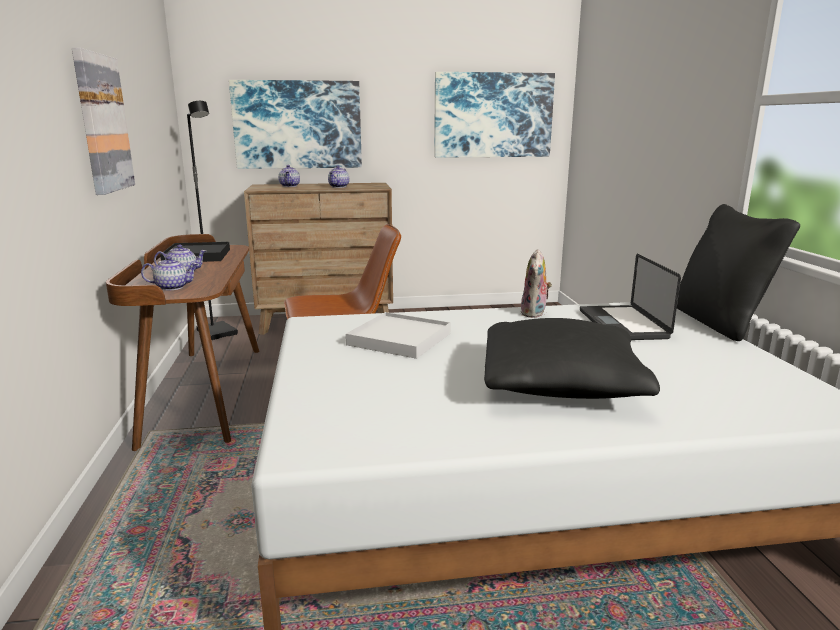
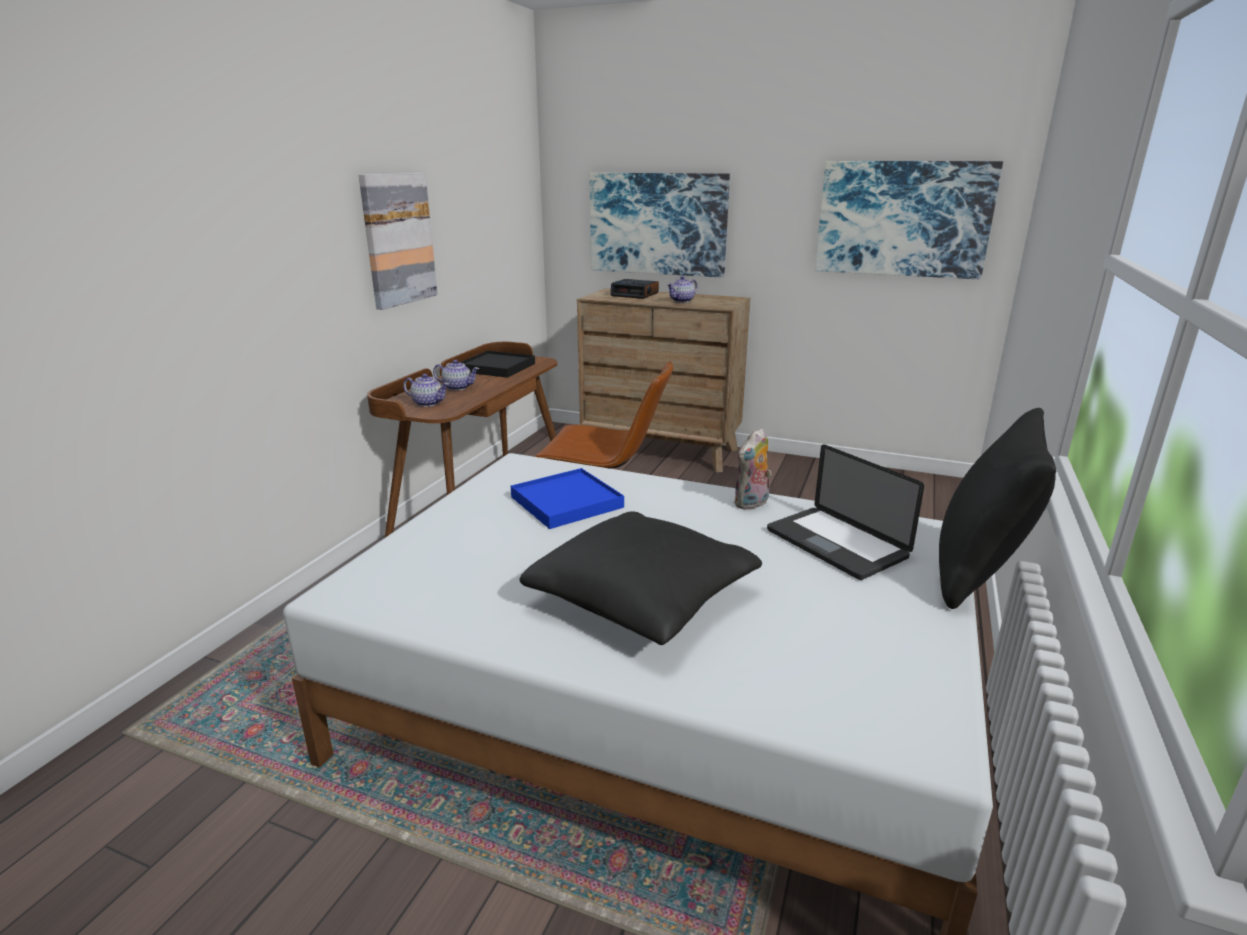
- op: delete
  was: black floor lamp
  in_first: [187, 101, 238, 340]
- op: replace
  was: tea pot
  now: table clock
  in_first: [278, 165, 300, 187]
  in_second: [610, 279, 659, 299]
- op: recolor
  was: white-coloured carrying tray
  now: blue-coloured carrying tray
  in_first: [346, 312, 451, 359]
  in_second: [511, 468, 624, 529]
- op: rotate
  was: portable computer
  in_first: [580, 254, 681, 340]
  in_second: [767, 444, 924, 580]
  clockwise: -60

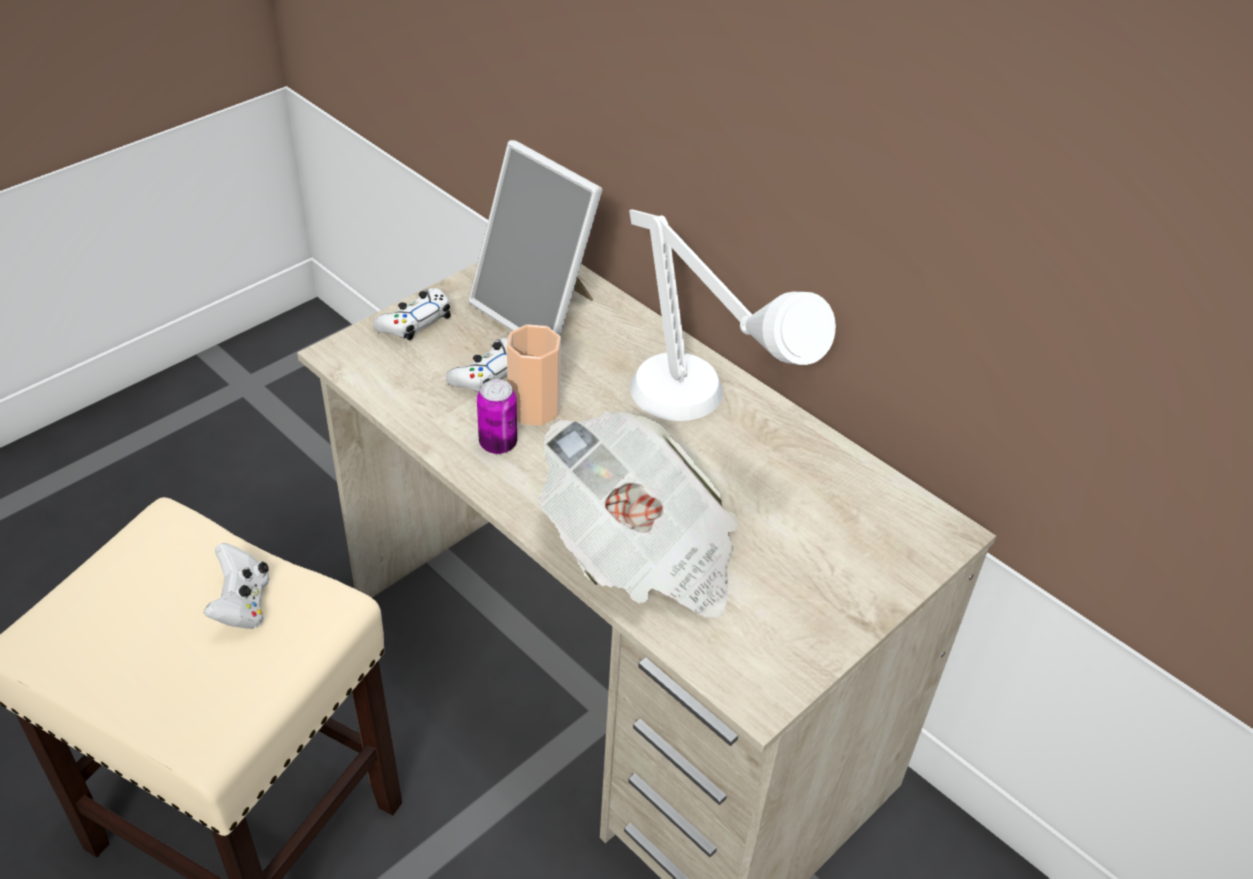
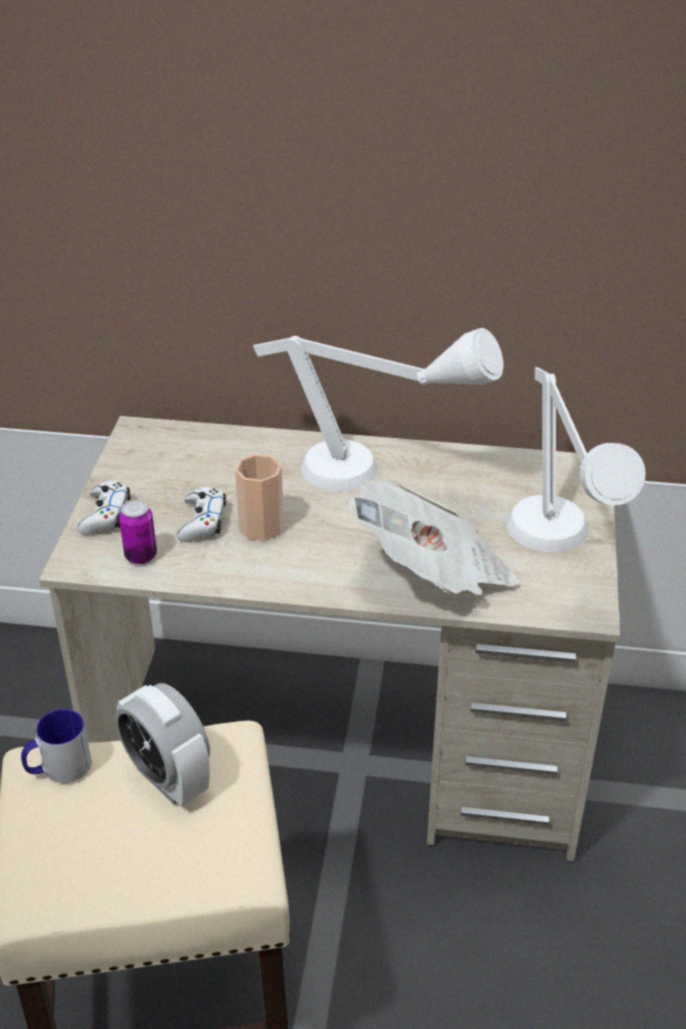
- op: replace
  was: white-coloured gamepad
  now: table clock
  in_first: [204, 543, 269, 629]
  in_second: [115, 683, 210, 806]
- op: delete
  was: picture frame
  in_first: [468, 140, 603, 336]
- op: move
  was: sealed can
  in_first: [477, 379, 517, 454]
  in_second: [119, 500, 157, 564]
- op: insert
  now: mug
  in_second: [21, 709, 91, 783]
- op: insert
  now: white-coloured lamp for a table
  in_second: [506, 367, 646, 552]

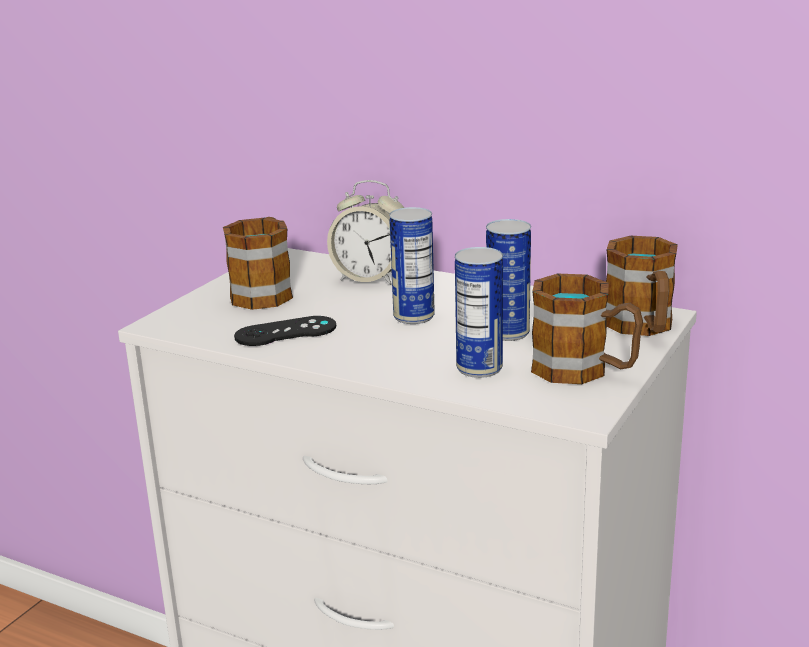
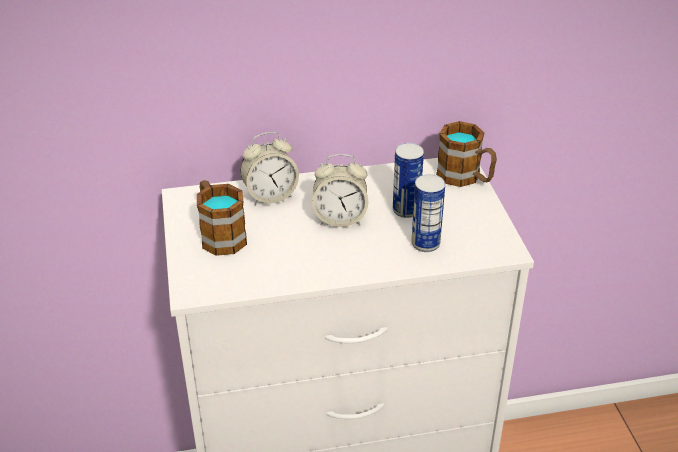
- op: delete
  was: black gamepad
  in_first: [234, 316, 336, 346]
- op: replace
  was: sealed can
  now: table clock
  in_first: [389, 207, 435, 324]
  in_second: [312, 154, 368, 227]
- op: delete
  was: mug
  in_first: [531, 274, 643, 384]

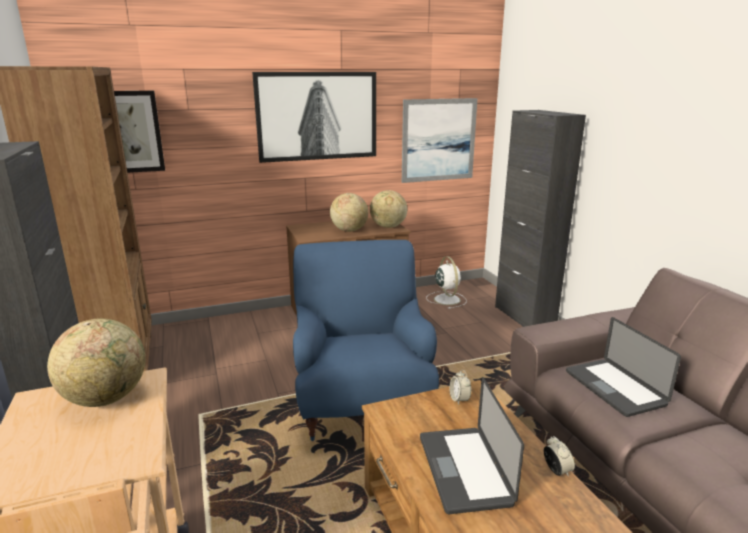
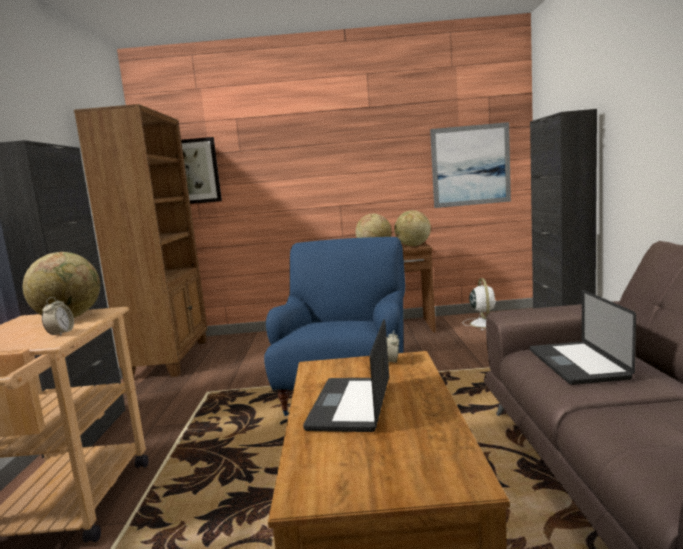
- op: delete
  was: picture
  in_first: [252, 72, 376, 163]
- op: move
  was: table clock
  in_first: [544, 436, 575, 477]
  in_second: [42, 297, 74, 336]

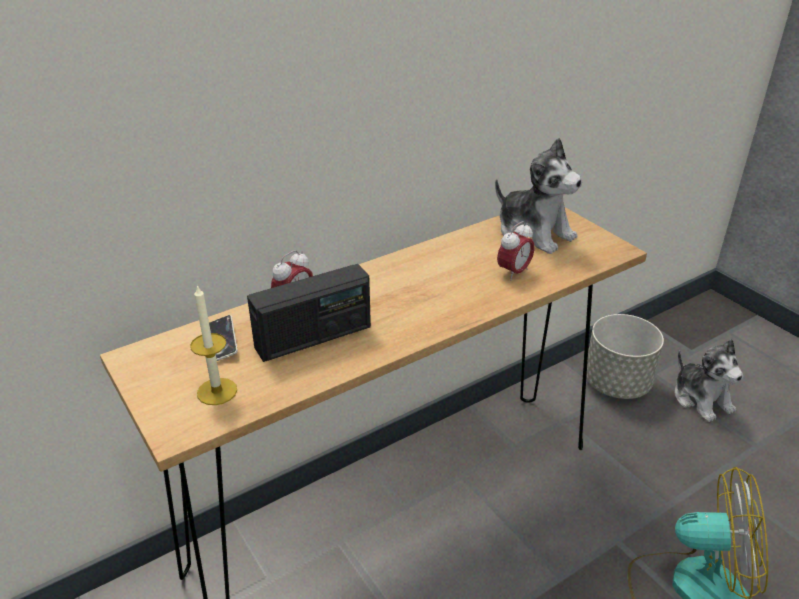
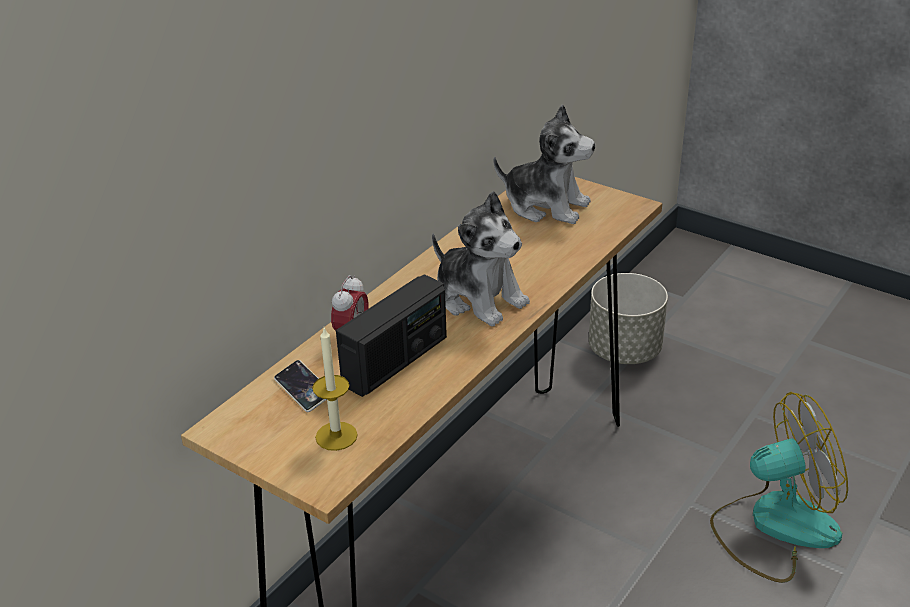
- op: delete
  was: table clock
  in_first: [497, 221, 534, 281]
- op: move
  was: cuddly toy
  in_first: [674, 339, 743, 422]
  in_second: [432, 191, 530, 326]

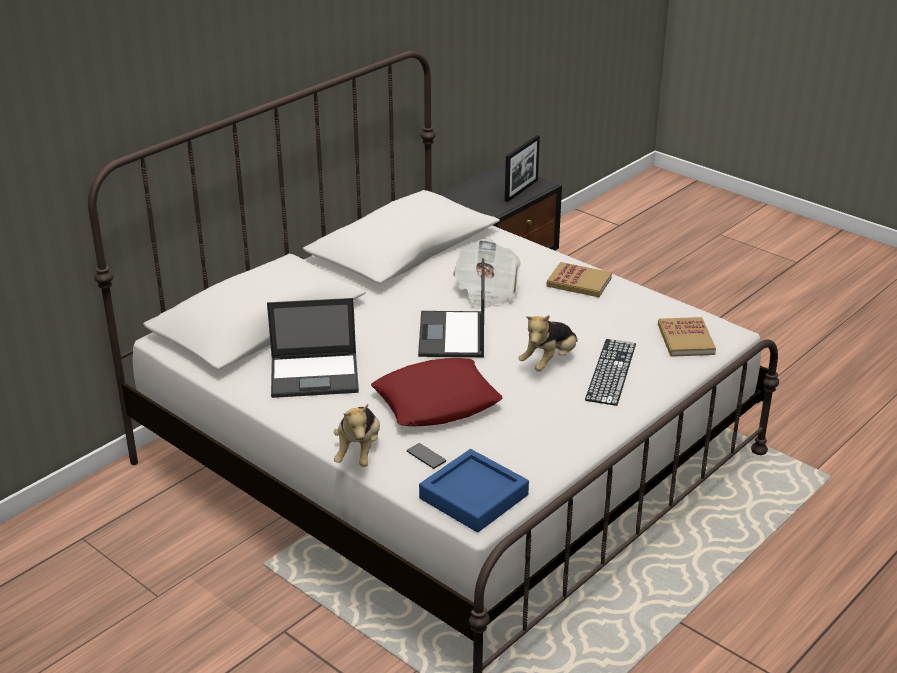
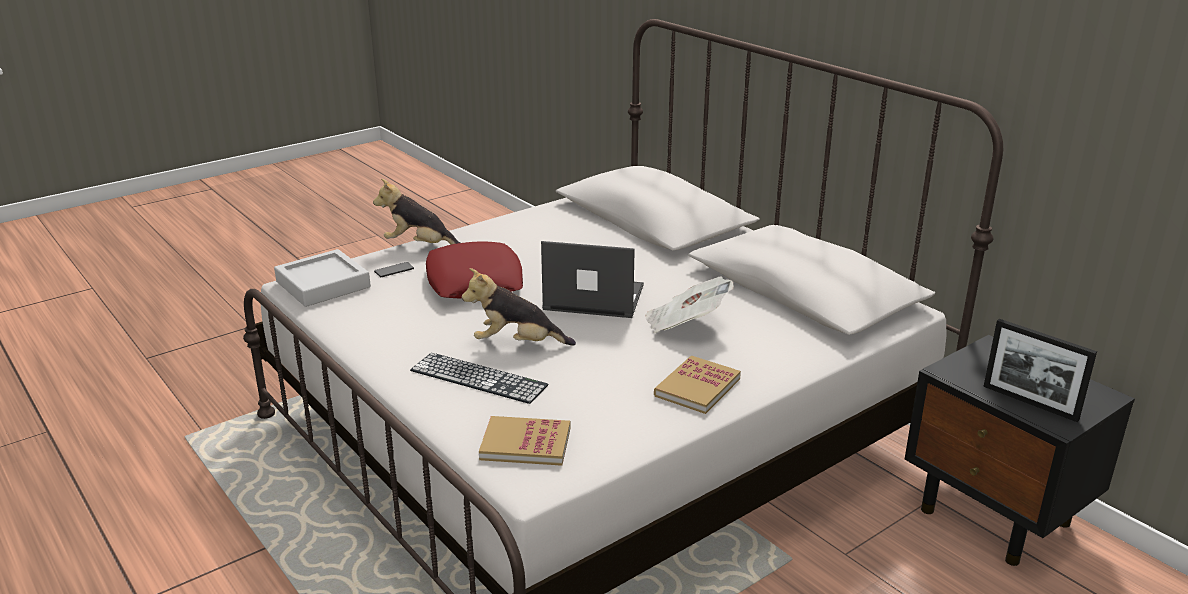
- op: delete
  was: portable computer
  in_first: [267, 298, 359, 398]
- op: recolor
  was: blue-coloured carrying tray
  now: grey carrying tray
  in_first: [419, 449, 529, 532]
  in_second: [274, 249, 371, 307]
- op: rotate
  was: cuddly toy
  in_first: [518, 315, 578, 372]
  in_second: [462, 268, 576, 346]
  clockwise: -45

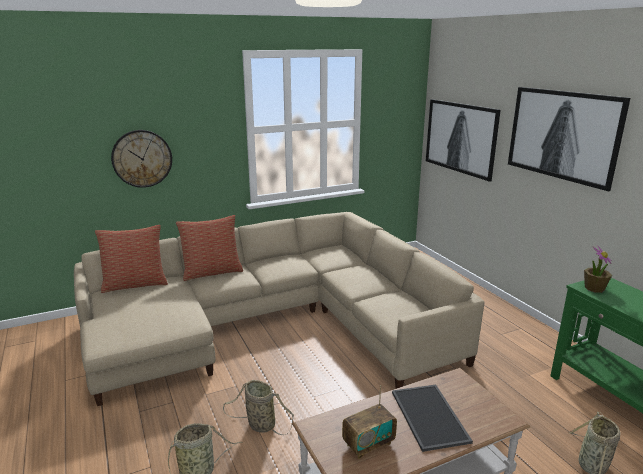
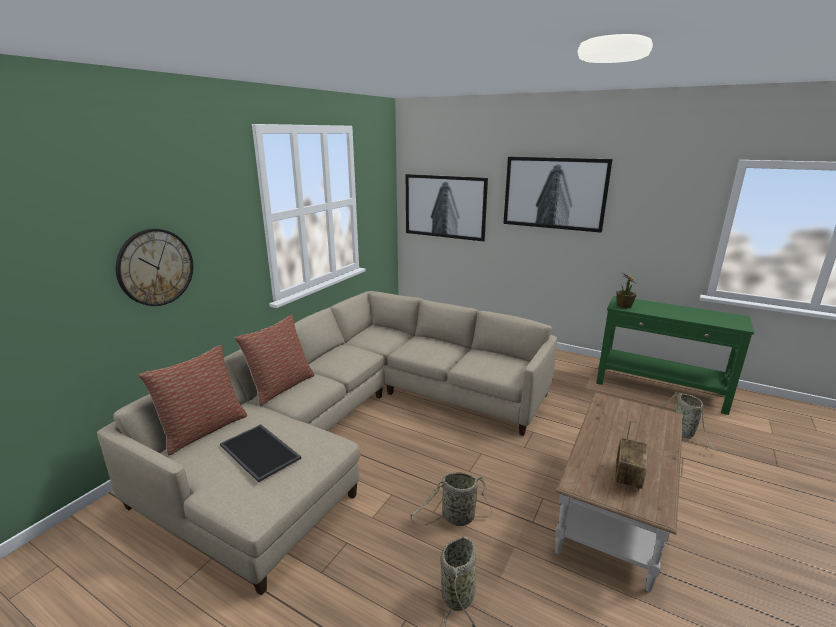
- op: move
  was: carrying tray
  in_first: [392, 385, 473, 452]
  in_second: [220, 424, 301, 483]

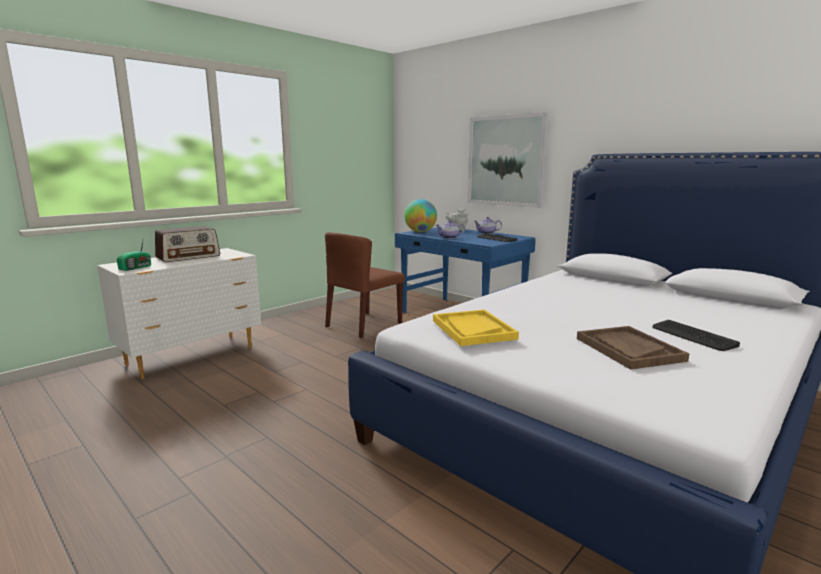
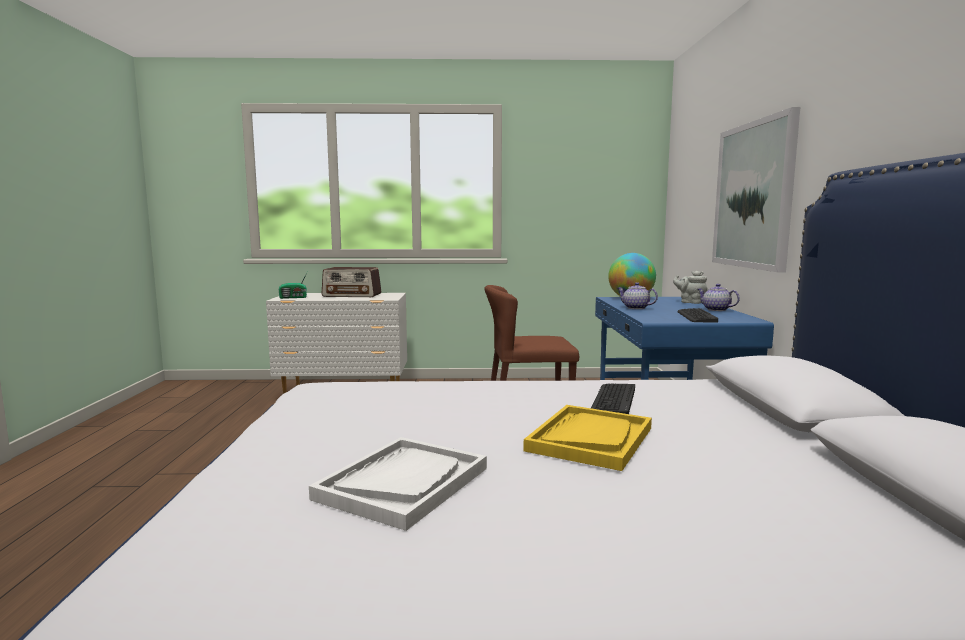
- op: move
  was: yellowish carrying tray
  in_first: [433, 309, 519, 346]
  in_second: [524, 405, 652, 471]
- op: recolor
  was: brown carrying tray
  now: white-coloured carrying tray
  in_first: [577, 326, 689, 370]
  in_second: [309, 437, 487, 531]
- op: move
  was: keyboard
  in_first: [652, 320, 740, 351]
  in_second: [591, 384, 635, 414]

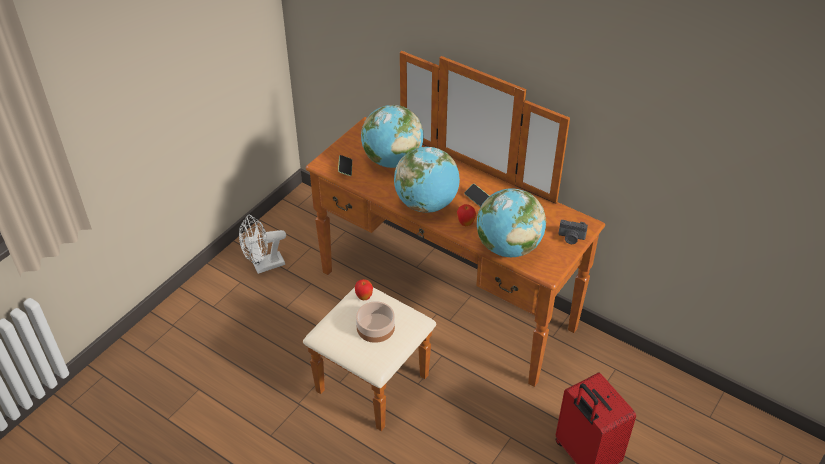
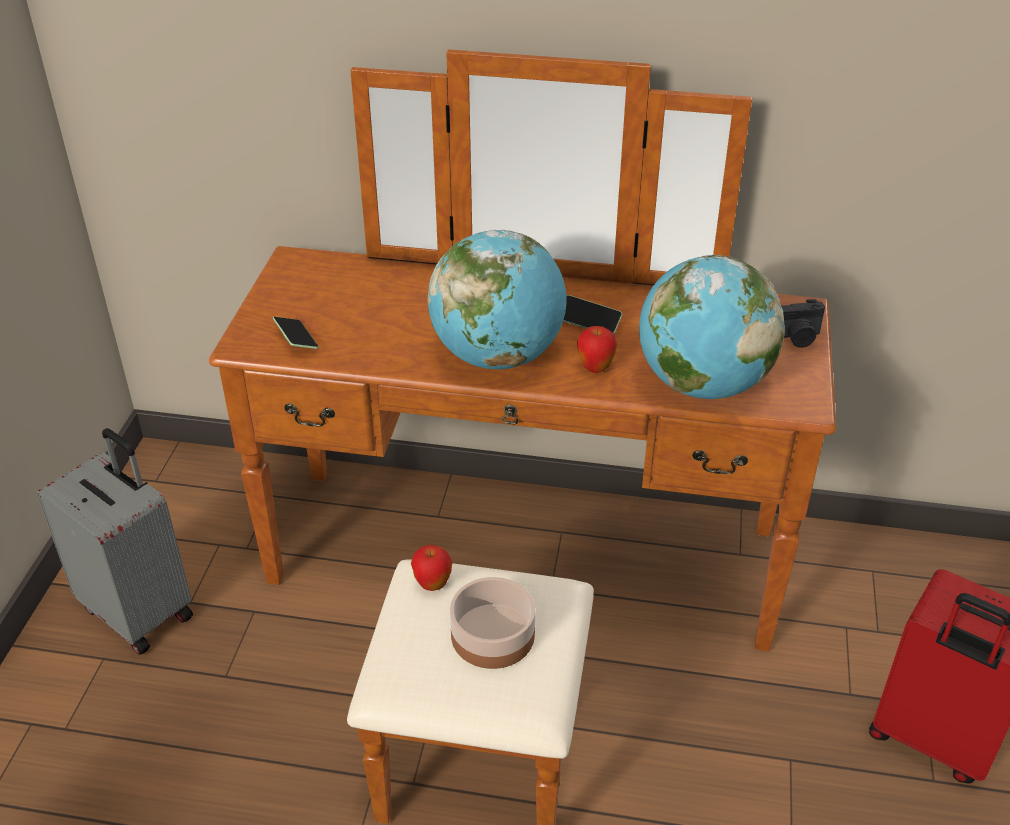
- op: replace
  was: white-coloured cooling fan
  now: grey travel case
  in_first: [239, 215, 286, 274]
  in_second: [37, 428, 193, 655]
- op: delete
  was: globe
  in_first: [361, 105, 423, 168]

